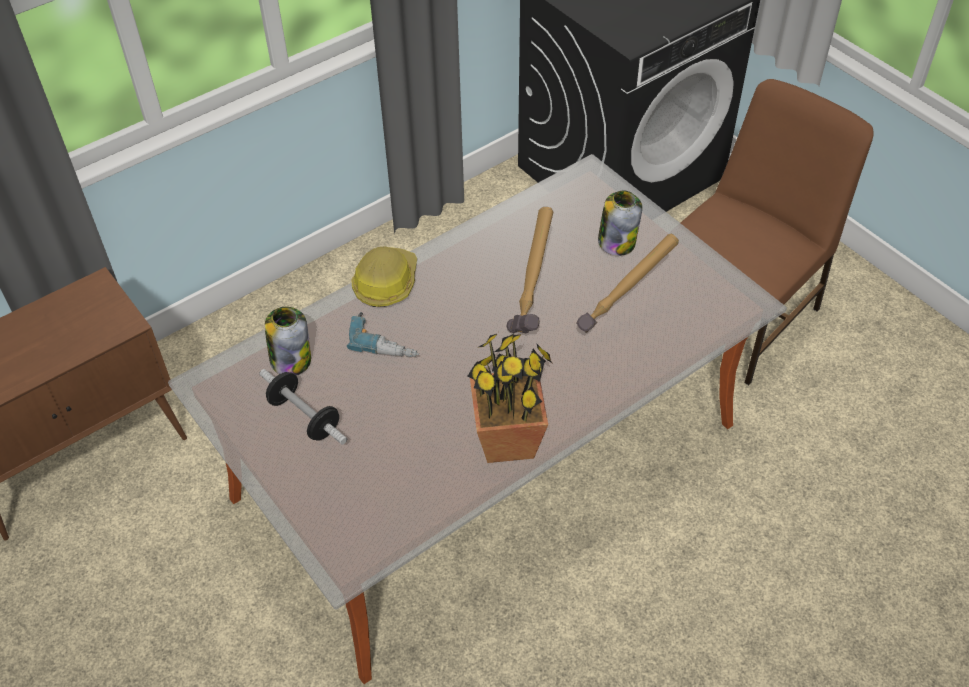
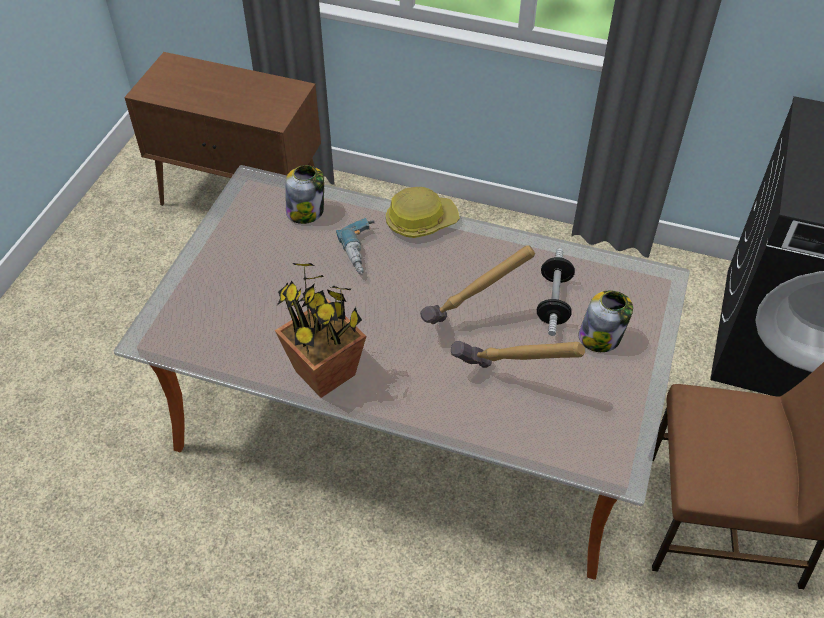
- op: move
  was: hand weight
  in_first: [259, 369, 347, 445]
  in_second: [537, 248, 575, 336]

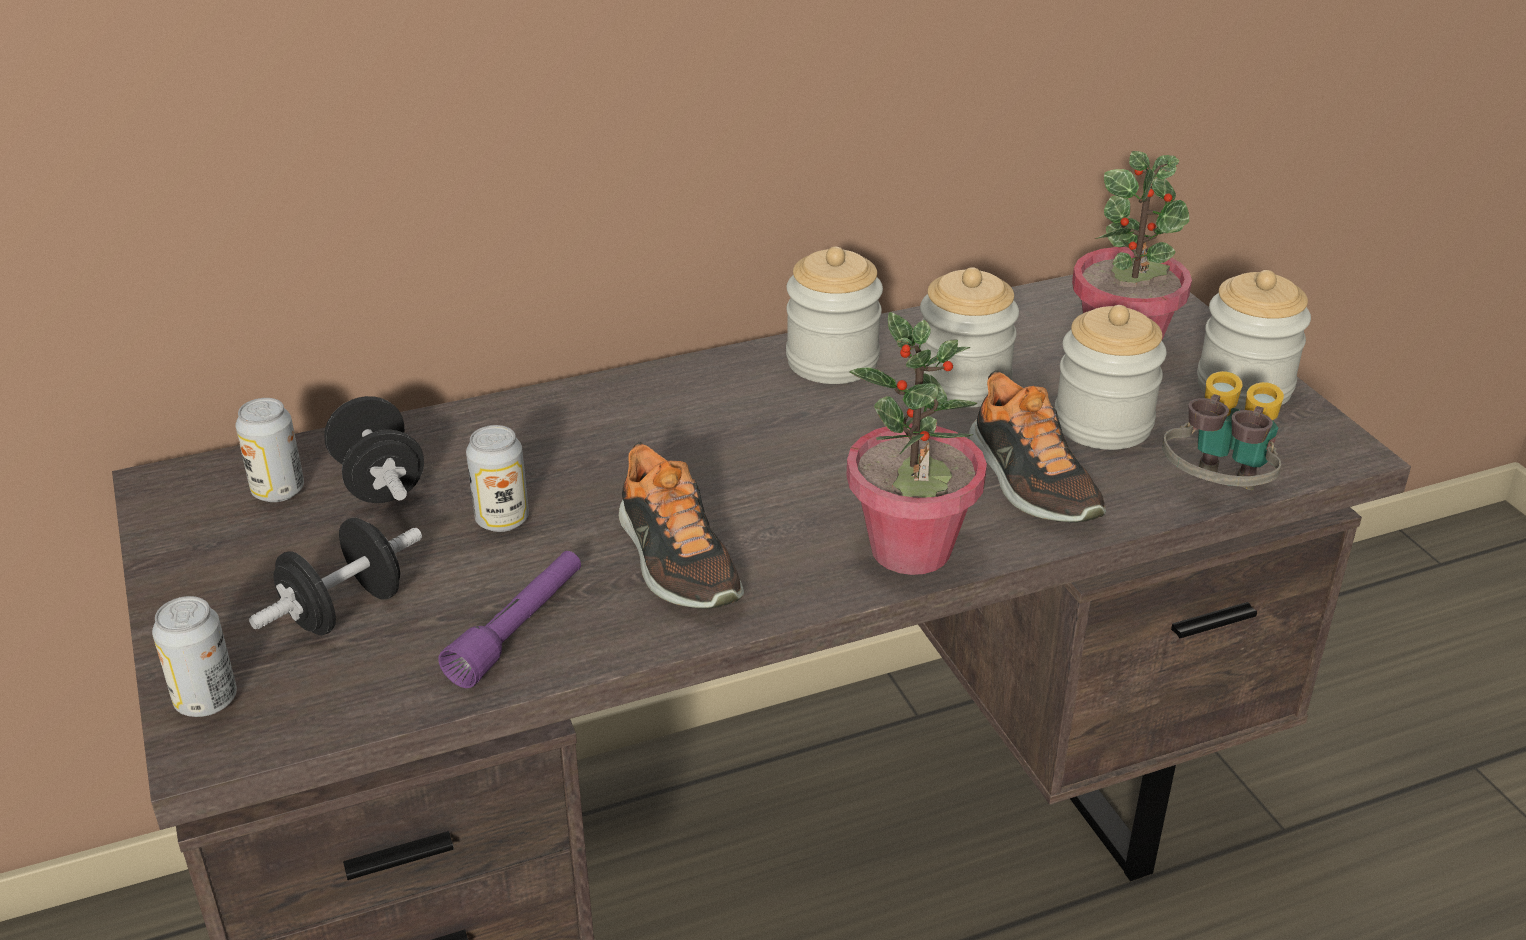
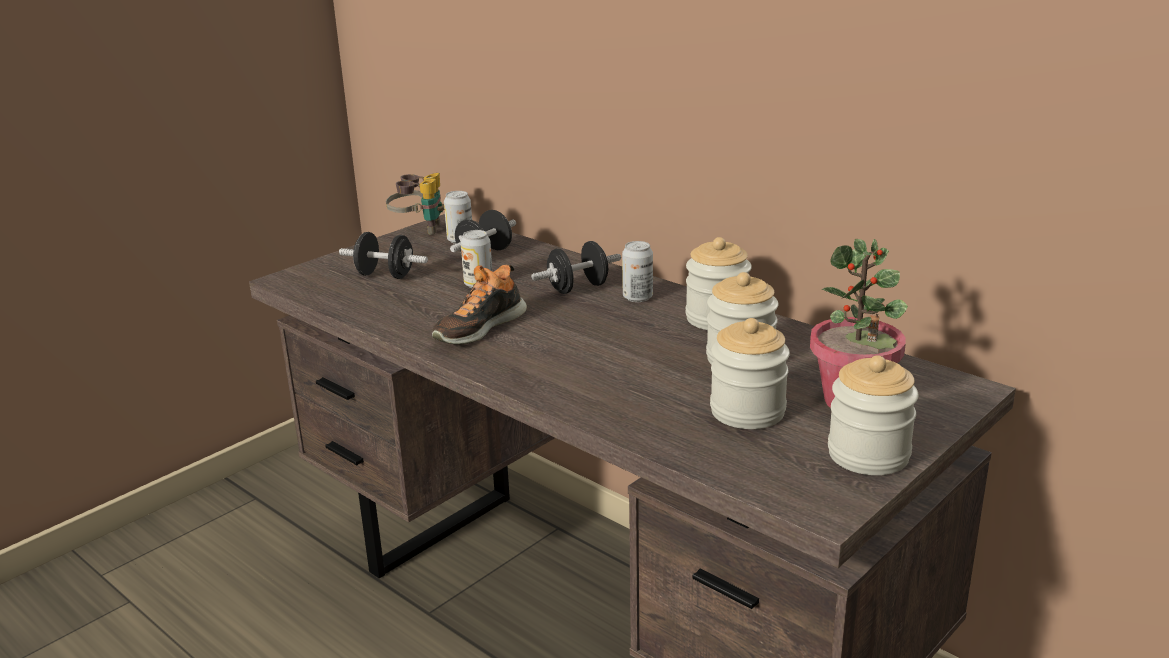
- op: move
  was: sealed can
  in_first: [152, 596, 237, 717]
  in_second: [622, 241, 653, 302]
- op: delete
  was: purple hand torch
  in_first: [438, 551, 581, 688]
- op: delete
  was: houseplant
  in_first: [846, 312, 987, 575]
- op: delete
  was: low shoe
  in_first: [968, 370, 1106, 523]
- op: move
  was: pair of binoculars
  in_first: [1163, 371, 1284, 490]
  in_second: [386, 173, 444, 235]
- op: insert
  now: black hand weight
  in_second: [531, 241, 621, 294]

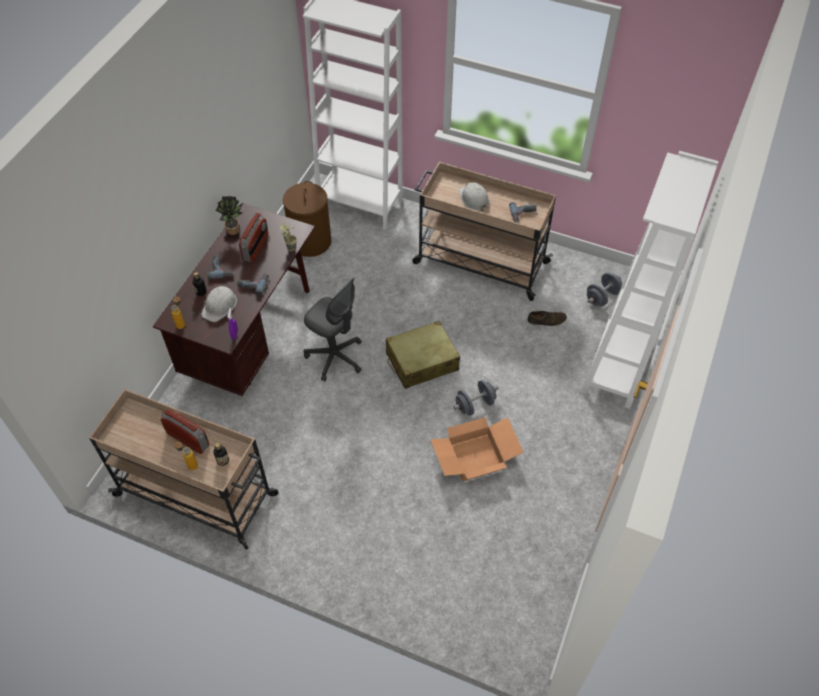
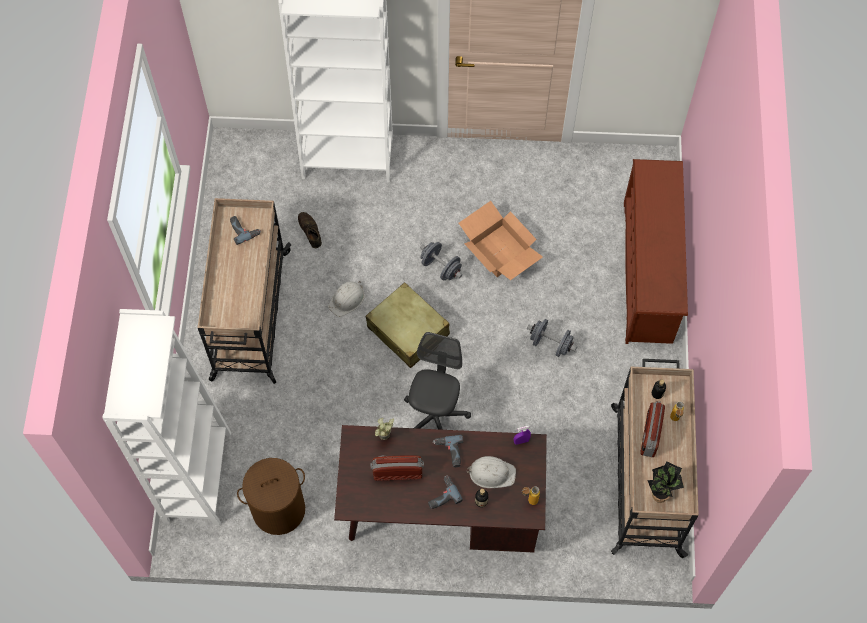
- op: move
  was: houseplant
  in_first: [216, 196, 243, 235]
  in_second: [647, 461, 684, 503]
- op: move
  was: white-coloured work helmet
  in_first: [459, 182, 490, 211]
  in_second: [328, 281, 365, 317]
- op: move
  was: grey hand weight
  in_first: [587, 273, 622, 306]
  in_second: [527, 319, 577, 357]
- op: insert
  now: brown shoe shelf
  in_second: [624, 159, 688, 344]

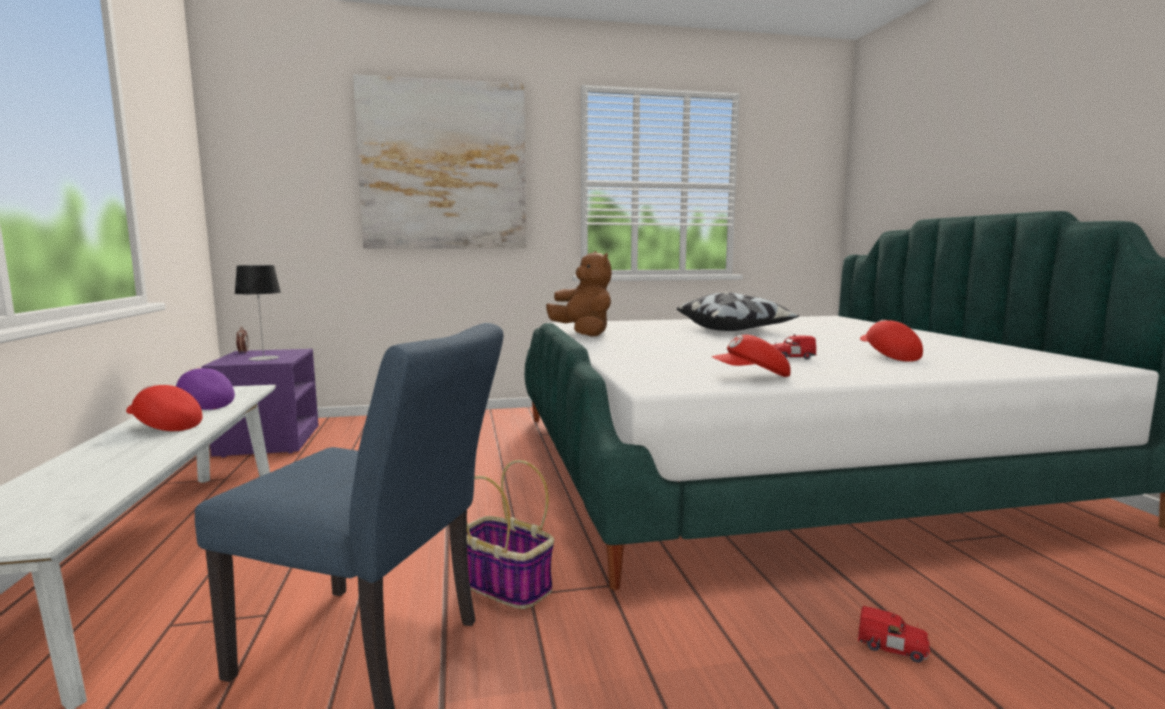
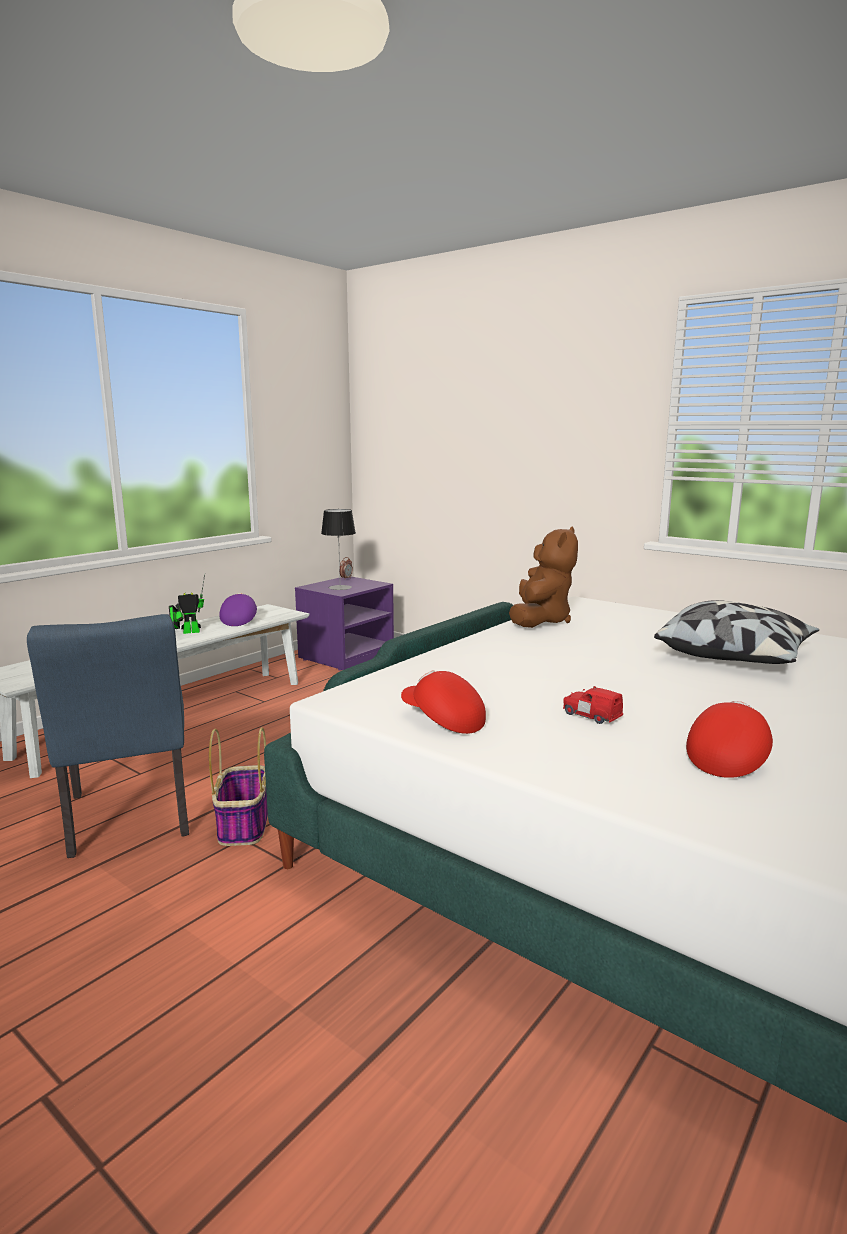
- op: replace
  was: red baseball cap
  now: robot figure
  in_first: [126, 385, 203, 431]
  in_second: [169, 574, 205, 634]
- op: delete
  was: picture
  in_first: [353, 74, 526, 249]
- op: delete
  was: red toy car
  in_first: [858, 606, 930, 663]

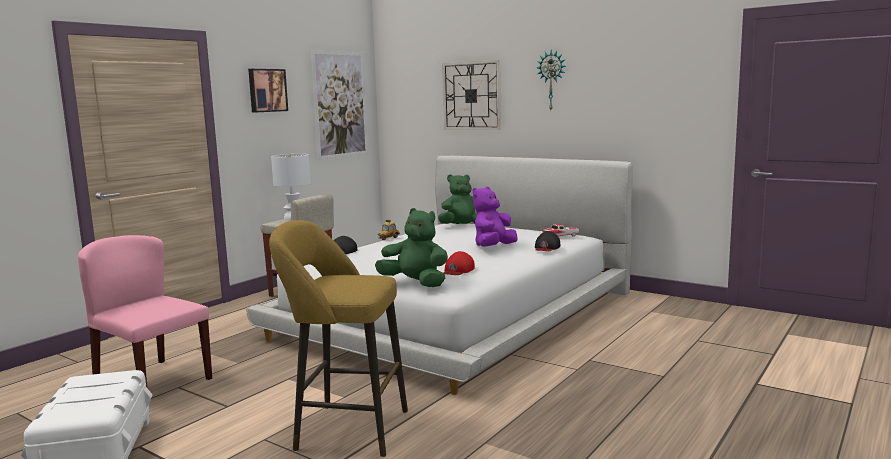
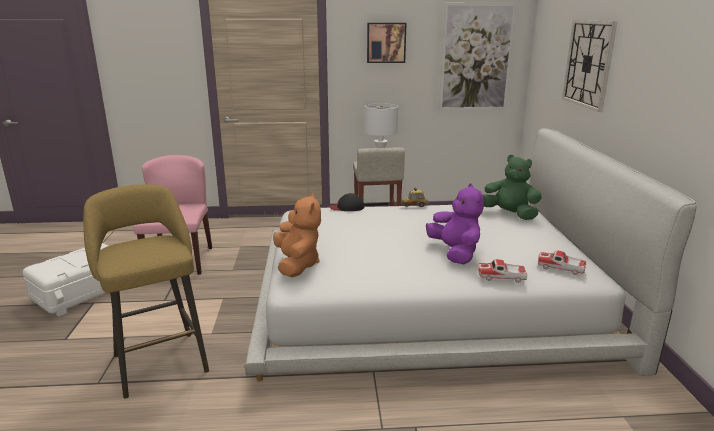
- op: recolor
  was: green-coloured cuddly toy
  now: orangey cuddly toy
  in_first: [375, 208, 448, 287]
  in_second: [273, 193, 321, 277]
- op: delete
  was: red baseball cap
  in_first: [444, 251, 475, 275]
- op: rotate
  was: purple cuddly toy
  in_first: [472, 187, 517, 247]
  in_second: [426, 183, 484, 264]
  clockwise: 75
- op: replace
  was: black baseball cap
  now: toy car
  in_first: [535, 231, 560, 251]
  in_second: [478, 259, 527, 283]
- op: delete
  was: hanging clock
  in_first: [537, 50, 566, 110]

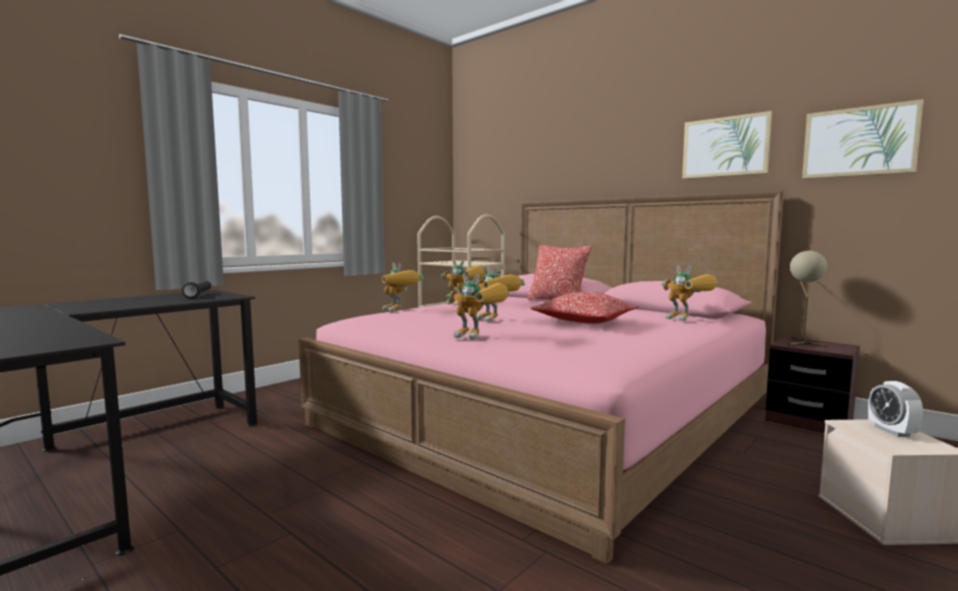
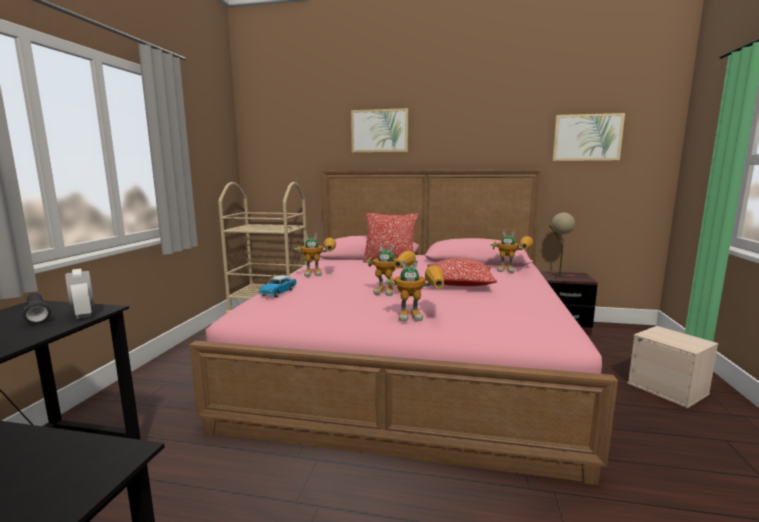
- op: replace
  was: robot figure
  now: toy car
  in_first: [382, 263, 424, 312]
  in_second: [258, 275, 297, 298]
- op: move
  was: picture
  in_first: [682, 111, 772, 179]
  in_second: [351, 108, 408, 153]
- op: move
  was: table clock
  in_first: [868, 381, 923, 437]
  in_second: [65, 269, 95, 319]

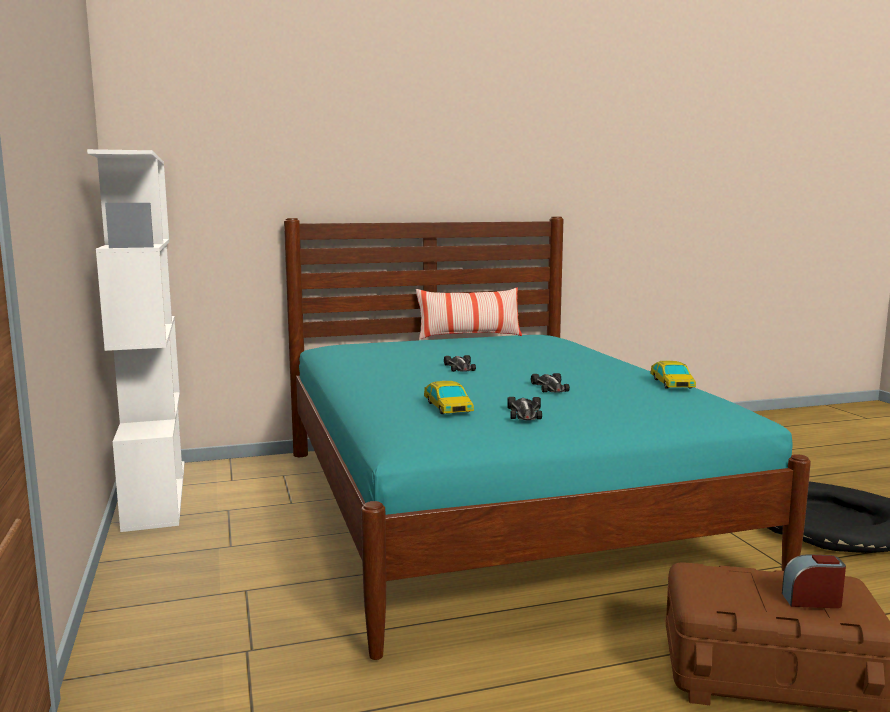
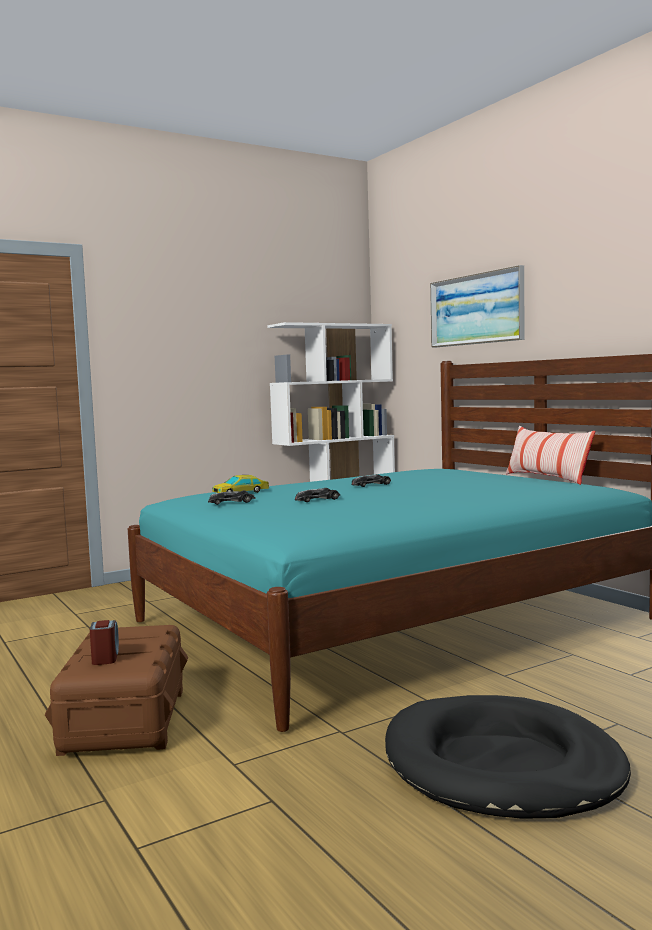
- op: delete
  was: toy car
  in_first: [650, 361, 696, 389]
- op: insert
  now: picture
  in_second: [430, 265, 525, 348]

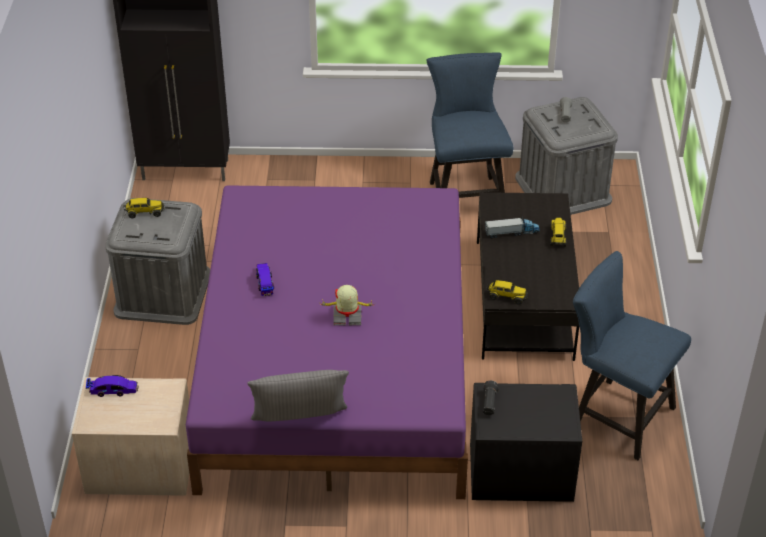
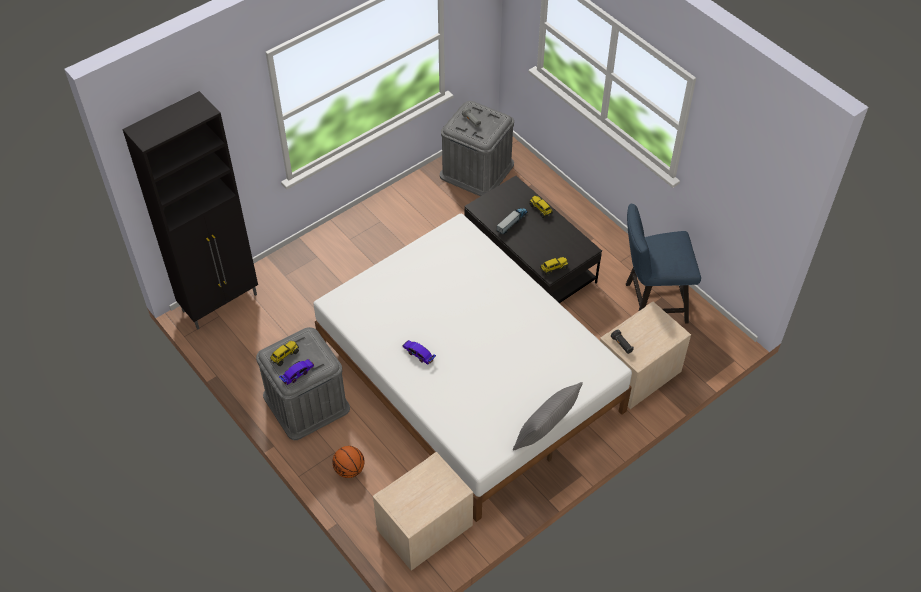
- op: move
  was: toy car
  in_first: [86, 375, 138, 397]
  in_second: [279, 359, 314, 385]
- op: recolor
  was: purple sleeping bed
  now: white-coloured sleeping bed
  in_first: [186, 185, 468, 499]
  in_second: [313, 213, 632, 522]
- op: delete
  was: robot figure
  in_first: [320, 285, 375, 325]
- op: delete
  was: blue-coloured plain chair
  in_first: [426, 52, 513, 198]
- op: recolor
  was: black nightstand
  now: beige-coloured nightstand
  in_first: [470, 383, 582, 502]
  in_second: [600, 302, 691, 409]
- op: insert
  now: basketball
  in_second: [332, 446, 364, 478]

